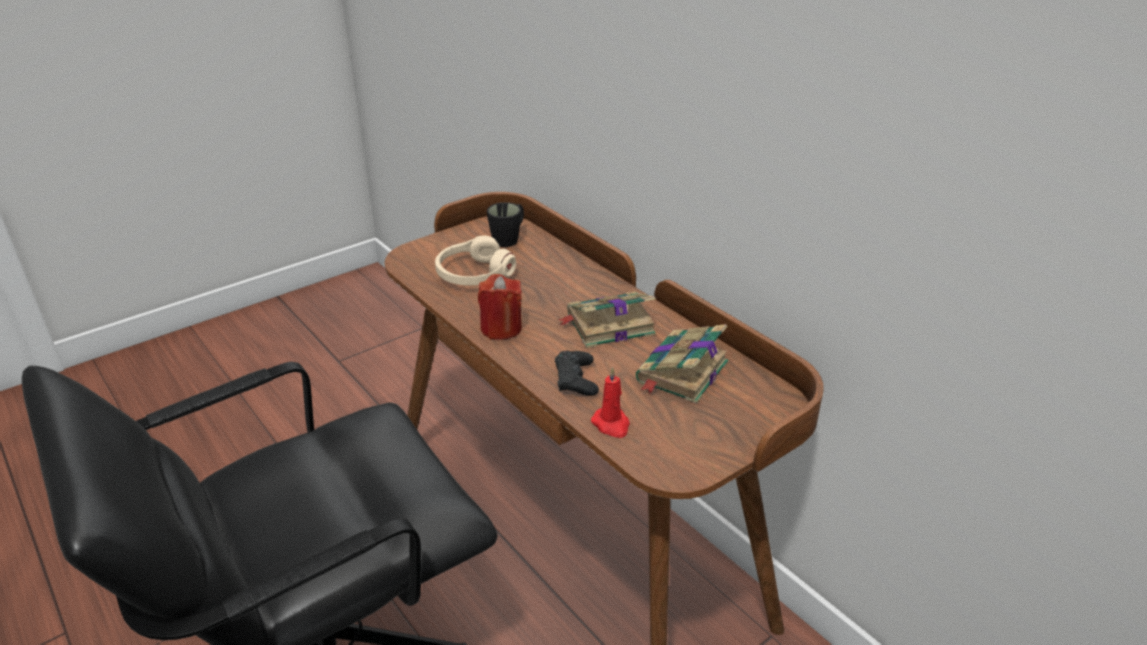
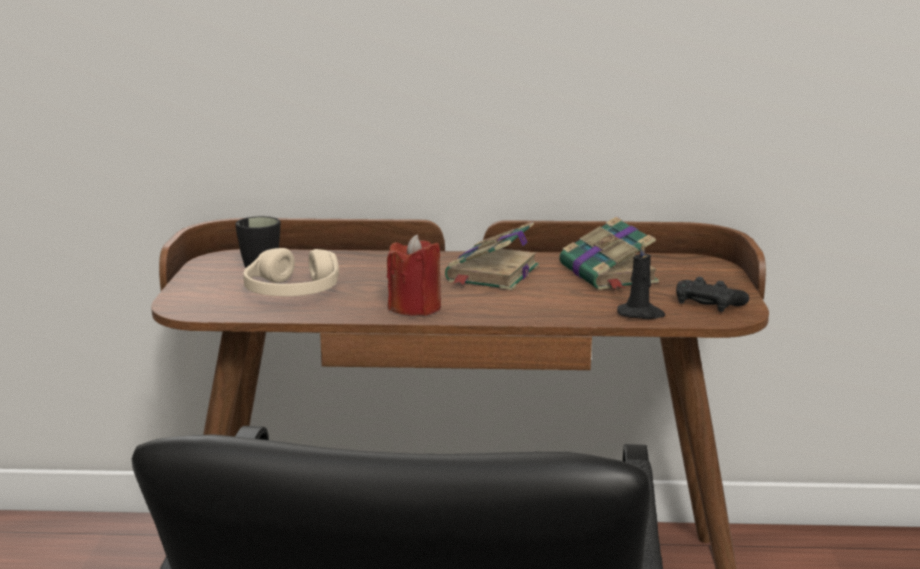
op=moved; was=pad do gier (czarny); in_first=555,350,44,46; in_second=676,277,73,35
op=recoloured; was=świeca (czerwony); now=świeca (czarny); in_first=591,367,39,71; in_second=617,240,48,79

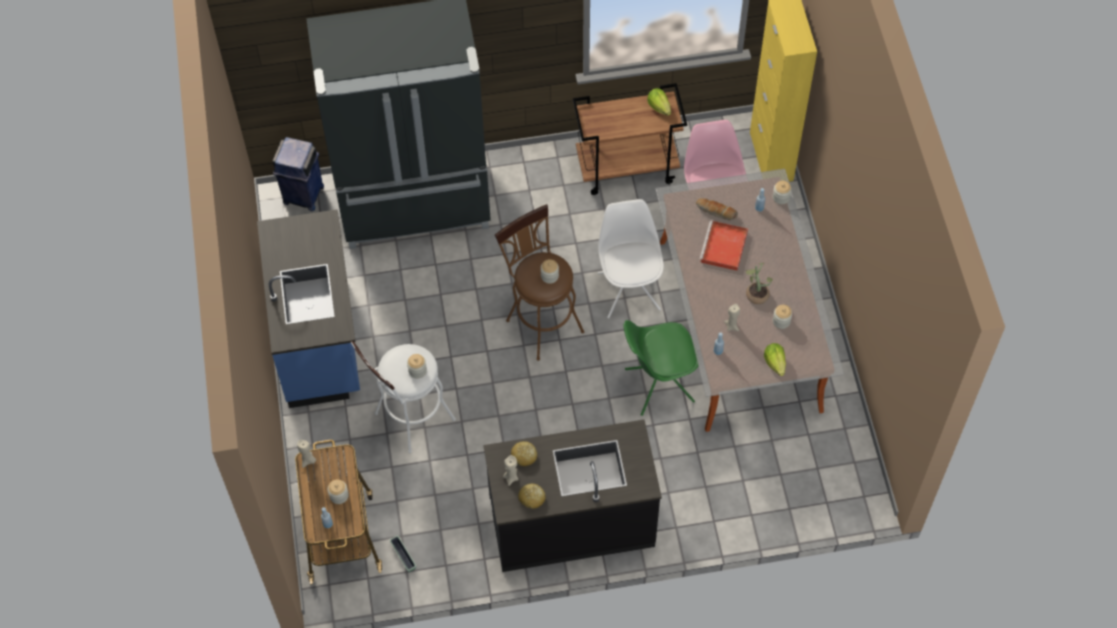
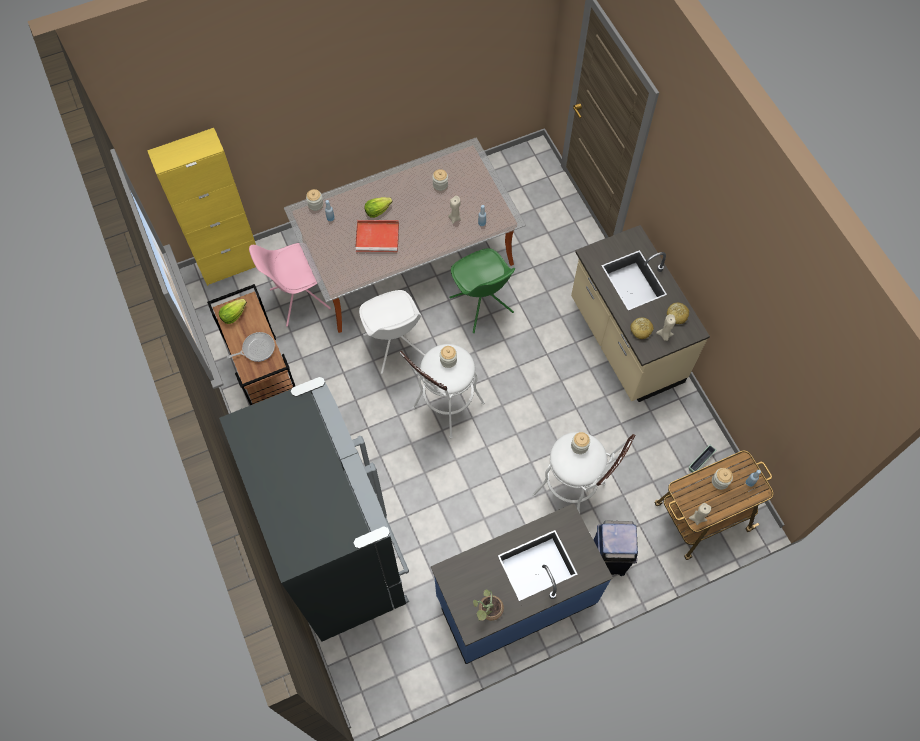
op=moved; was=kosz na śmieci (niebieski); in_first=272,137,52,74; in_second=594,521,44,55
op=recoloured; was=zabudowa kuchenna (czarny); now=zabudowa kuchenna (beżowy); in_first=483,420,179,152; in_second=571,225,139,177
op=recoloured; was=stołek (brązowy); now=stołek (biały); in_first=495,204,89,157; in_second=399,344,86,95
op=turned; was=krzesło (biały); in_first=598,199,66,119; in_second=359,290,66,84; clockwise=-90
op=removed; was=chleb; in_first=696,198,42,22
op=moved; was=roślina doniczkowa; in_first=746,263,27,41; in_second=473,590,31,31
op=moved; was=sałata; in_first=764,343,22,33; in_second=364,197,29,21
op=added; now=patelnia; in_second=227,332,48,30

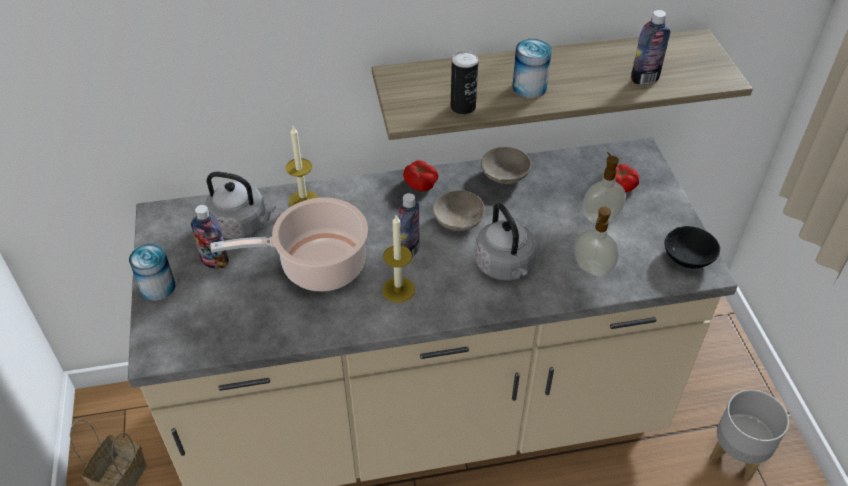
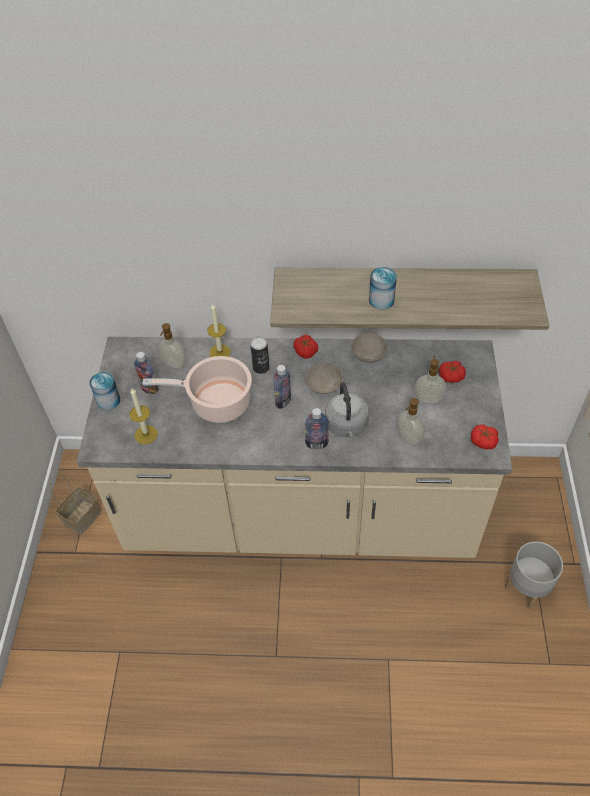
op=replaced; was=czajnik (szary); now=dozownik mydła; in_first=205,172,71,67; in_second=158,323,28,46
op=moved; was=świeca; in_first=382,215,33,88; in_second=129,388,29,56
op=moved; was=puszka; in_first=451,51,27,63; in_second=250,337,19,37
op=moved; was=butelka; in_first=631,10,40,75; in_second=305,408,24,42
op=replaced; was=miska (czarny); now=pomidor; in_first=665,226,55,42; in_second=471,424,28,25

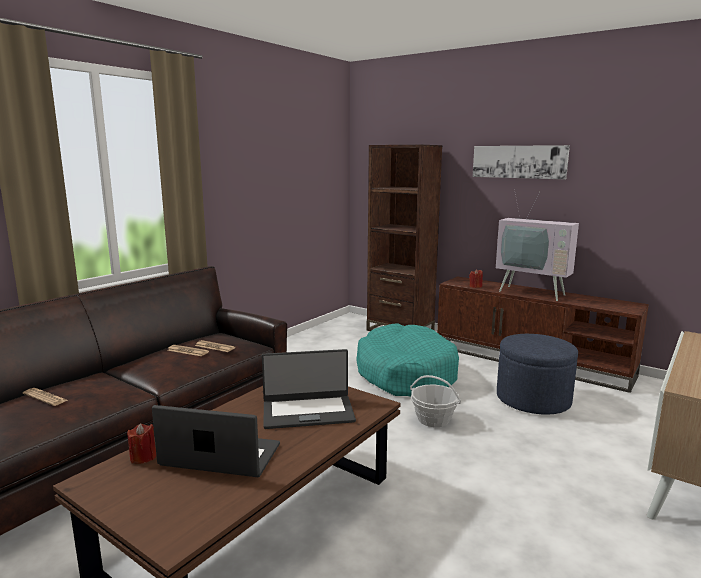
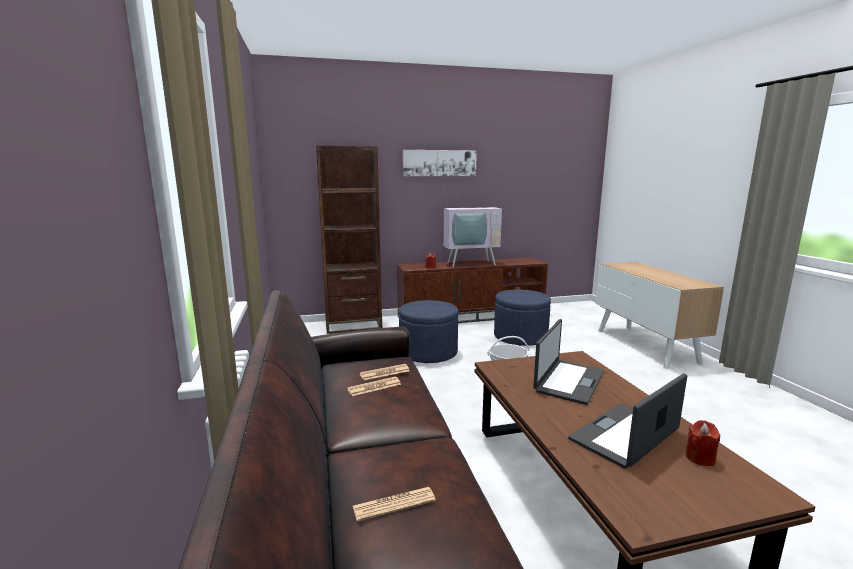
op=moved; was=świeca (czerwony); in_first=127,424,29,40; in_second=686,420,34,46
op=replaced; was=legowisko (turkusowy); now=pufa (niebieski); in_first=356,323,103,73; in_second=399,300,59,63

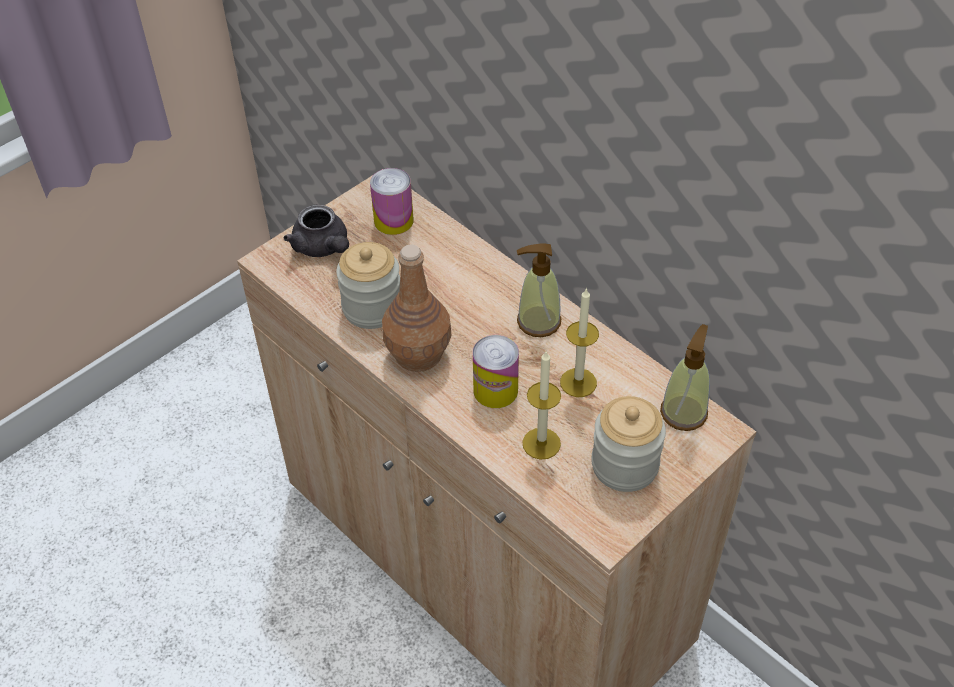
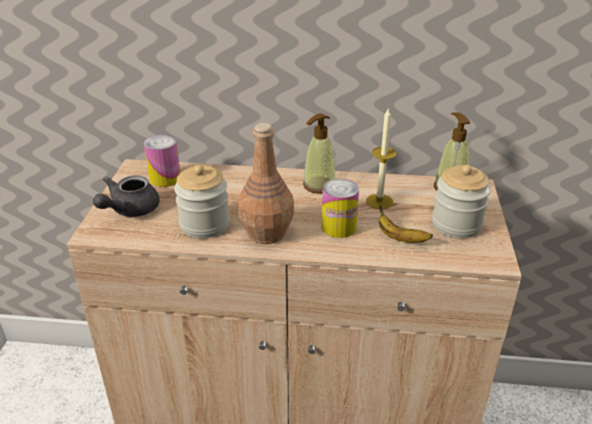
op=turned; was=imbryk (szary); in_first=284,205,65,52; in_second=93,175,67,42; clockwise=105
op=replaced; was=świeca; now=banan; in_first=522,351,39,108; in_second=378,205,55,38

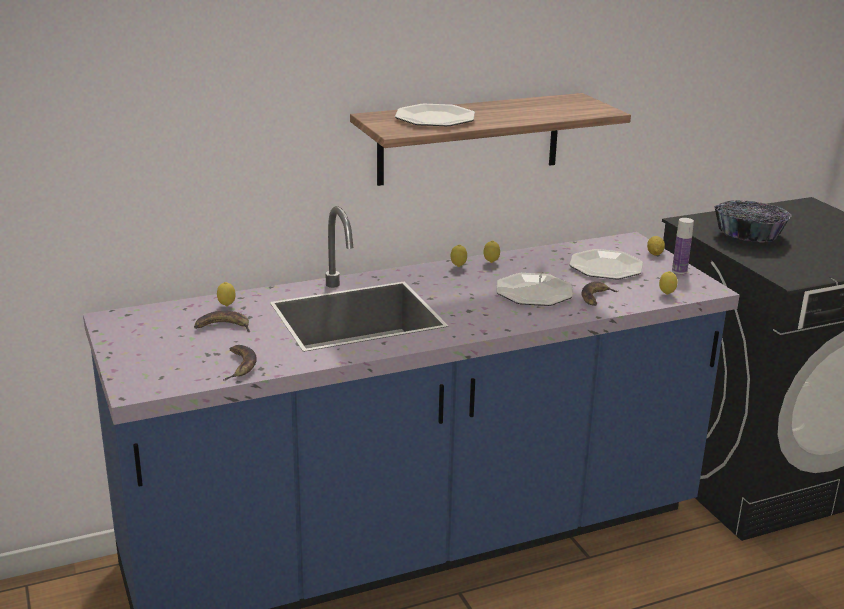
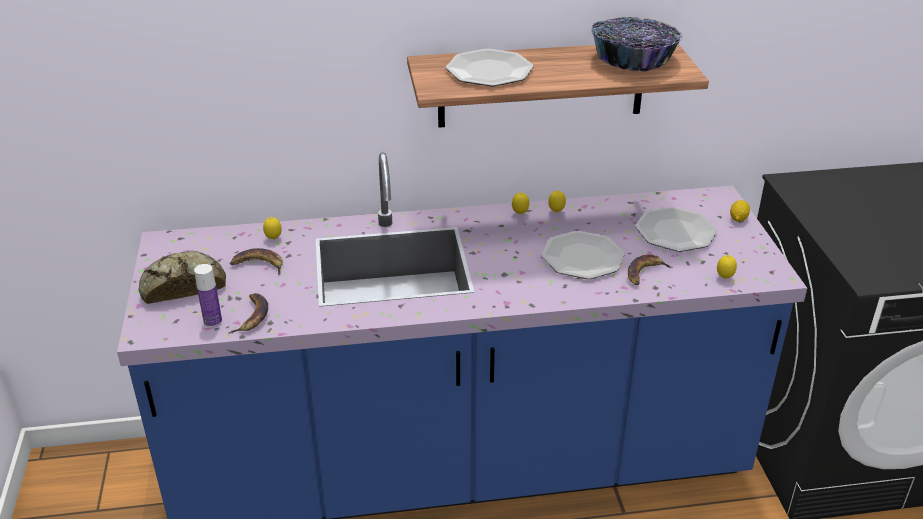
op=moved; was=butelka; in_first=672,218,22,56; in_second=194,264,28,64
op=moved; was=miska; in_first=714,200,78,43; in_second=591,17,91,55
op=added; now=chleb; in_second=139,250,87,54

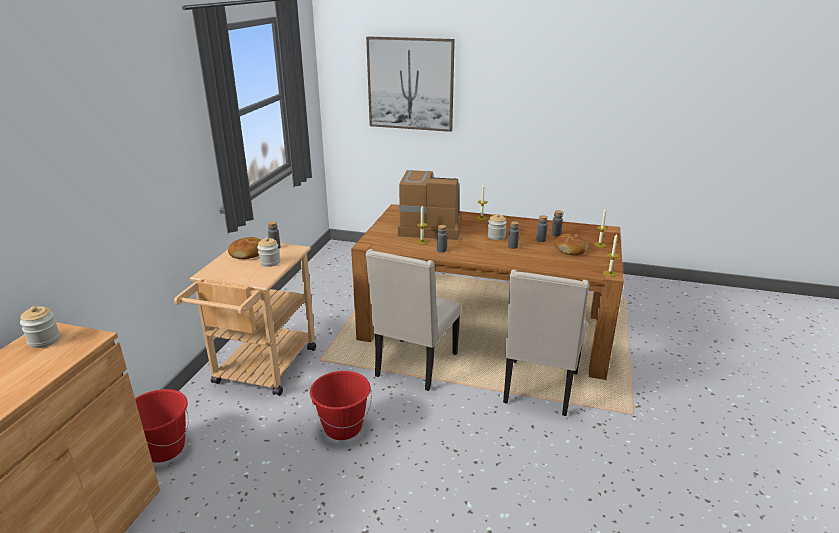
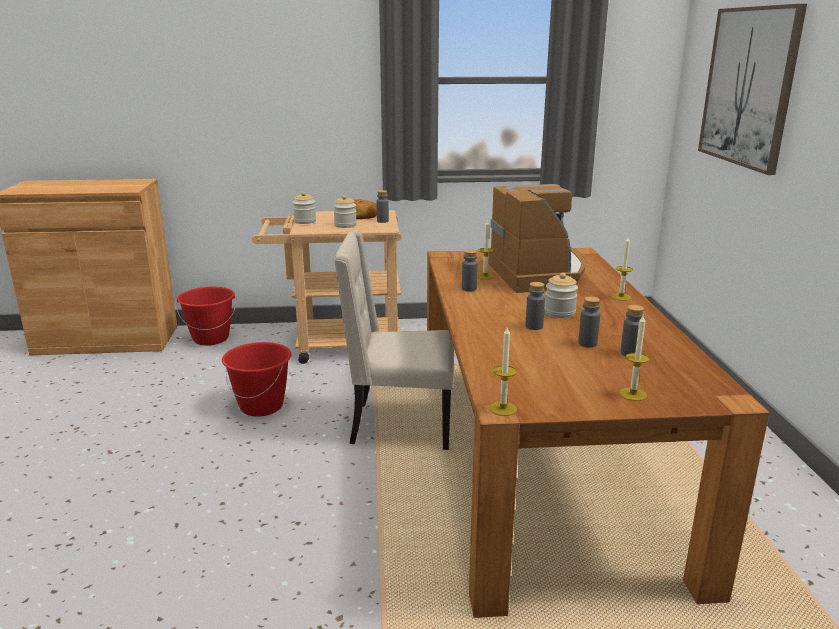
op=moved; was=słoik; in_first=20,306,40,42; in_second=293,192,23,32
op=removed; was=krzesło (beżowy); in_first=503,269,86,147
op=removed; was=chleb; in_first=554,233,34,22

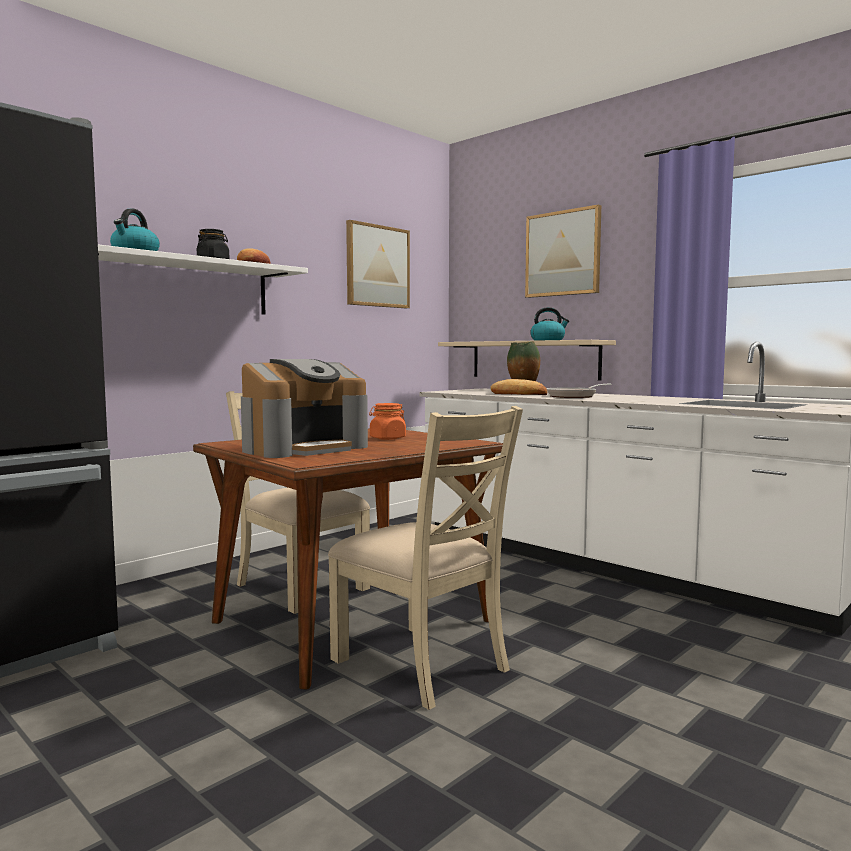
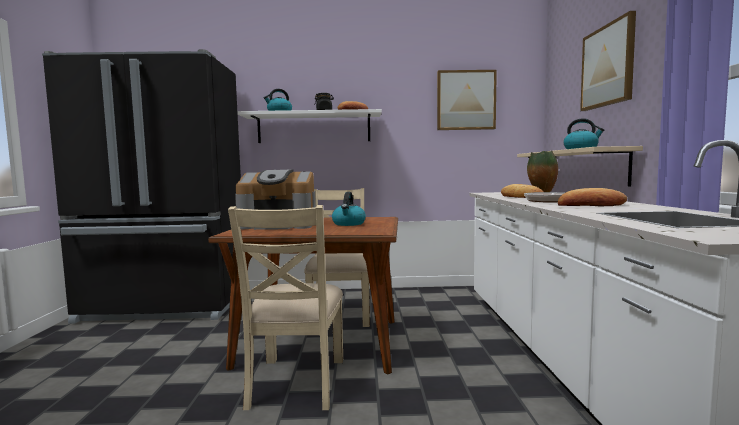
op=replaced; was=słoik (pomarańczowy); now=czajnik; in_first=369,403,37,37; in_second=332,192,34,34
op=added; now=chleb; in_second=558,188,69,18

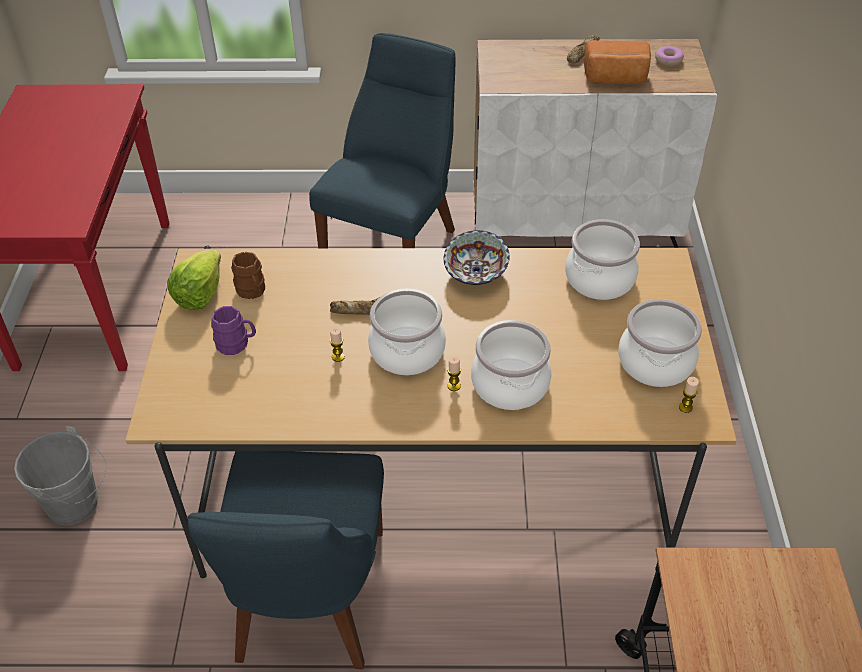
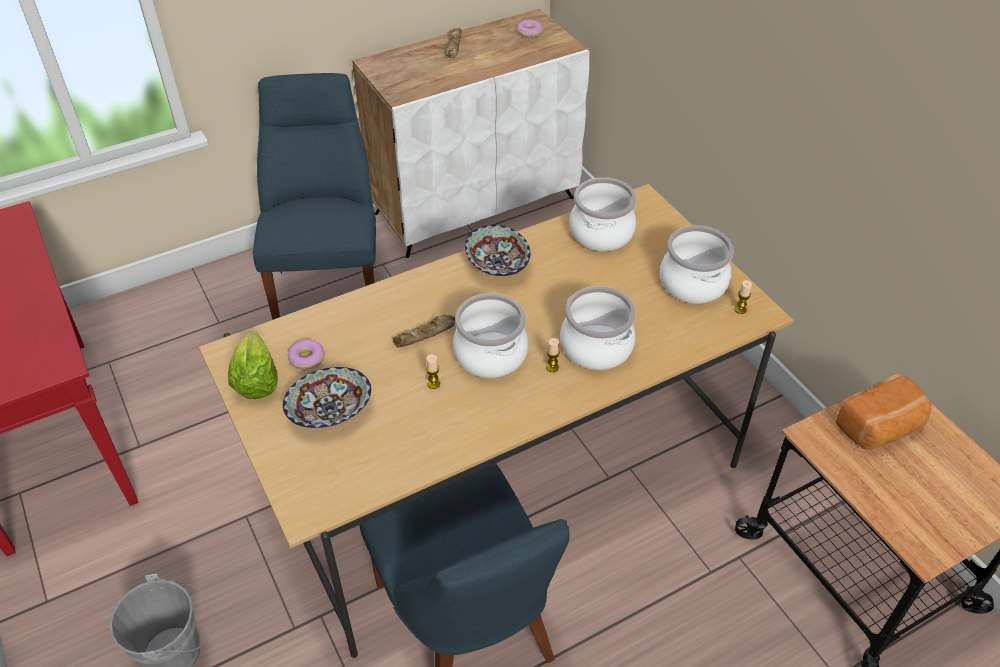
op=replaced; was=kubek (fioletowy); now=miska; in_first=211,306,45,49; in_second=283,367,88,61
op=replaced; was=kubek (brązowy); now=donut; in_first=231,252,34,47; in_second=288,339,37,31
op=moved; was=chleb; in_first=584,40,67,44; in_second=836,376,96,74

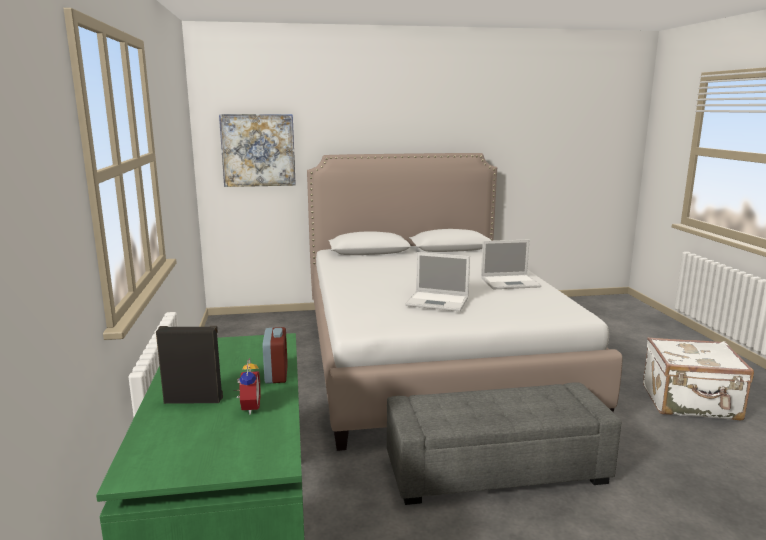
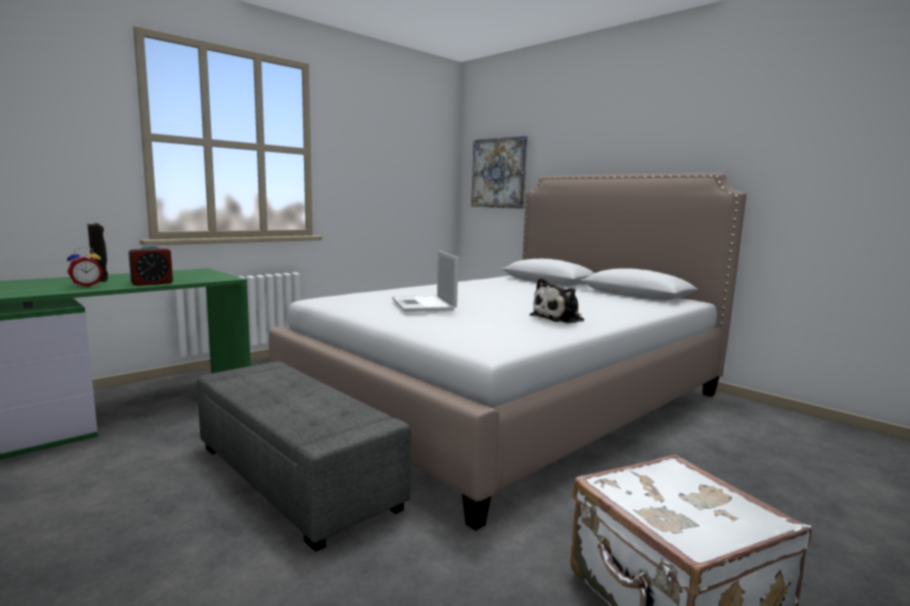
op=replaced; was=laptop; now=pluszak; in_first=481,239,60,50; in_second=529,278,55,45

